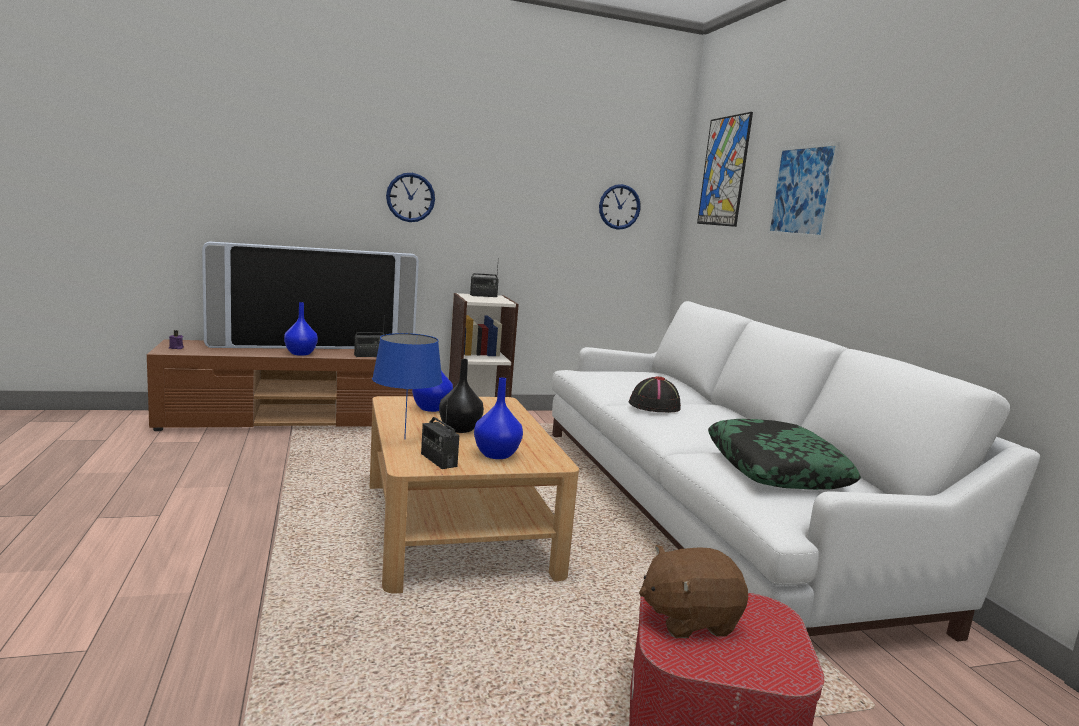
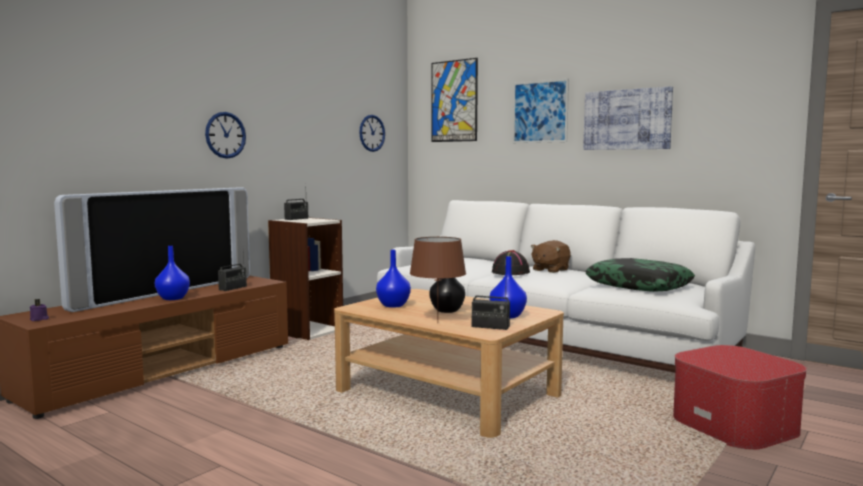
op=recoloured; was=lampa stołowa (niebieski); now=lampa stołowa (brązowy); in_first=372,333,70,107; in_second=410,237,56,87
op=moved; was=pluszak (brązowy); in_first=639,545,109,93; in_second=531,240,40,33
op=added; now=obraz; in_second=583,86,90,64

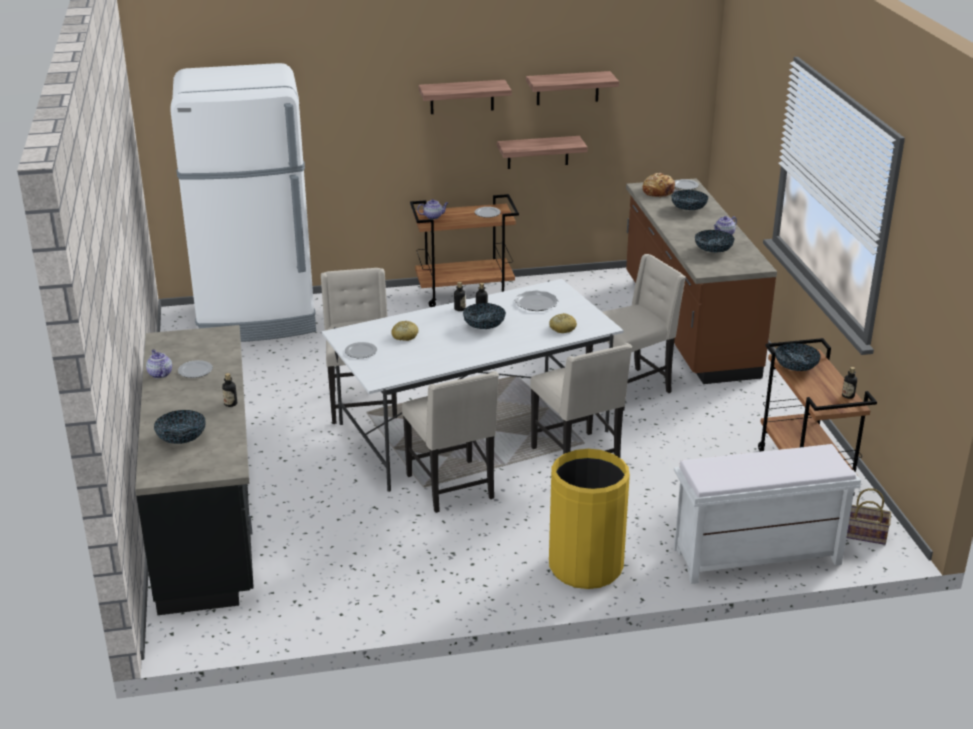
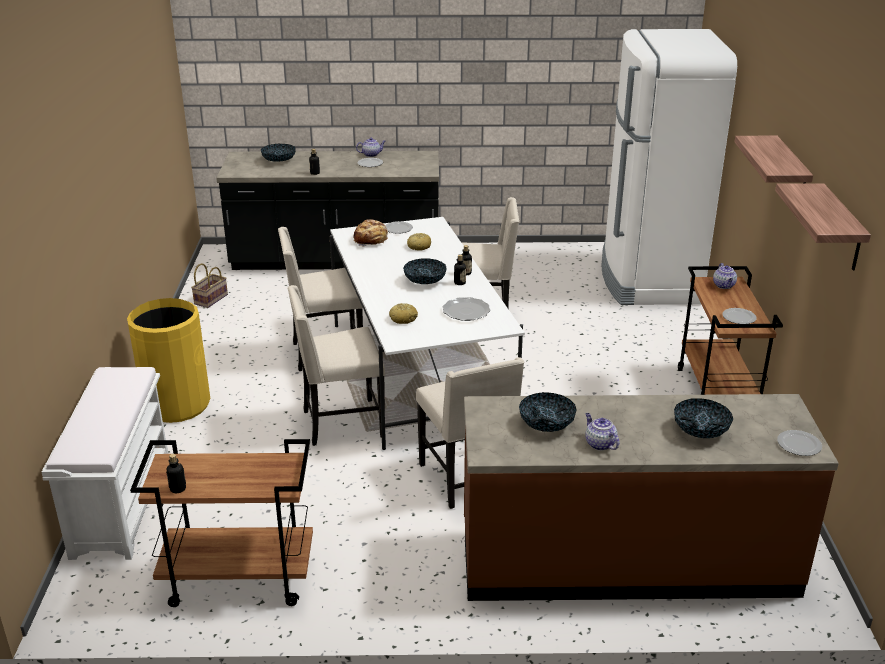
op=removed; was=półka; in_first=497,136,91,33
op=moved; was=chleb; in_first=643,173,35,25; in_second=353,219,35,27
op=removed; was=miska; in_first=775,343,46,28
op=moved; was=koszyk; in_first=846,488,45,57; in_second=191,263,37,45

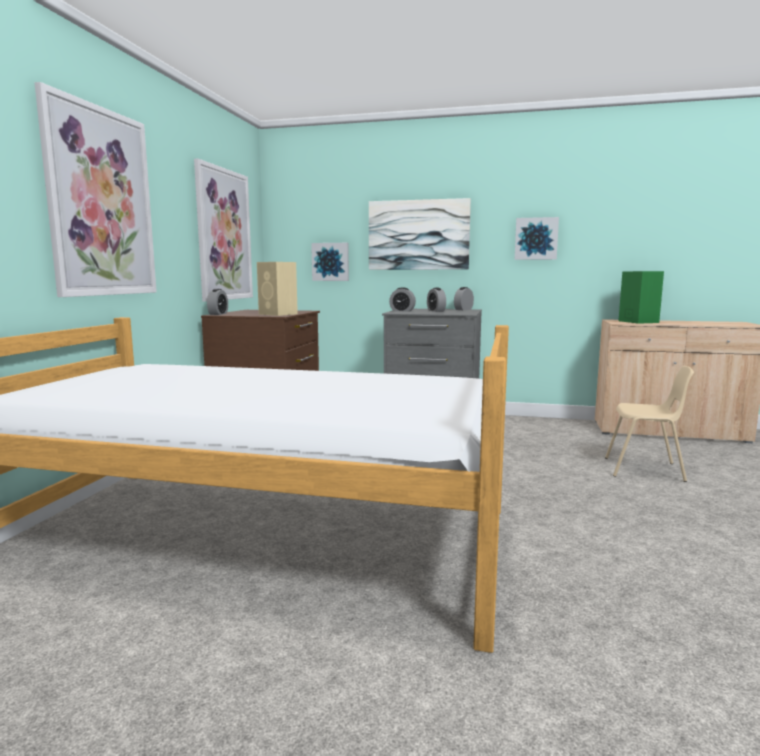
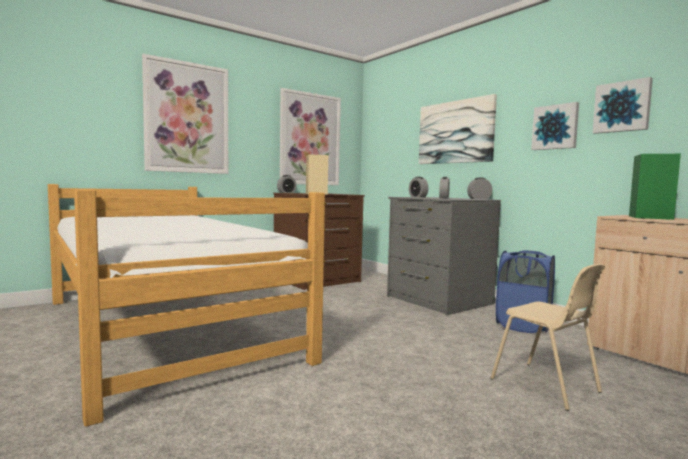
op=moved; was=obraz; in_first=311,243,38,38; in_second=593,77,60,57
op=added; now=kosz na pranie (niebieski); in_second=496,250,59,83

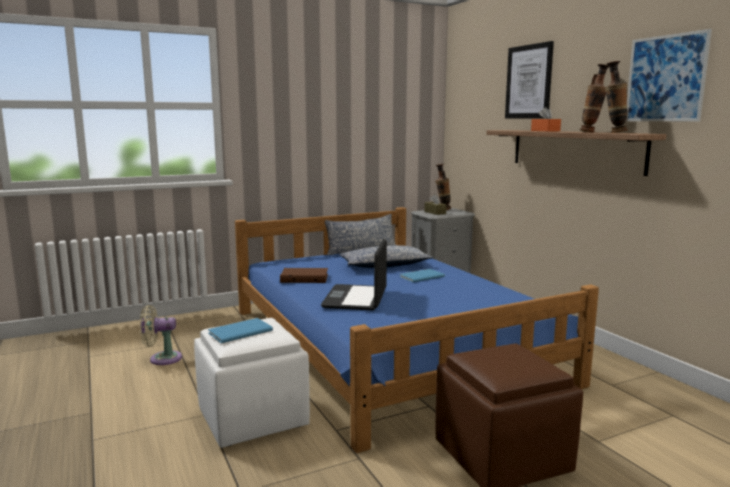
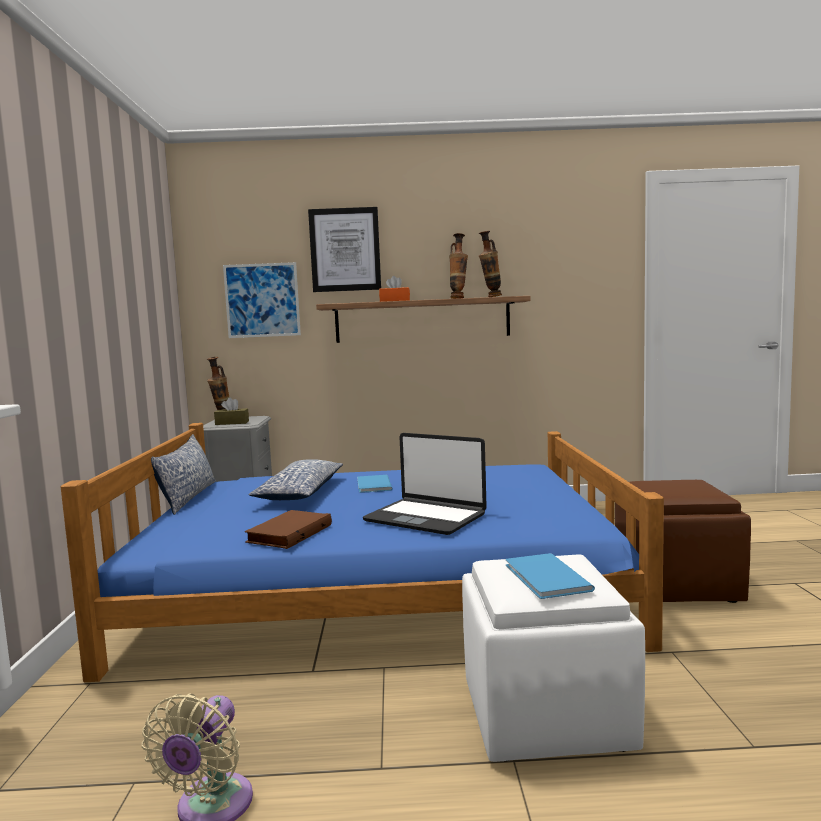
op=moved; was=obraz; in_first=626,29,86,92; in_second=223,262,78,76

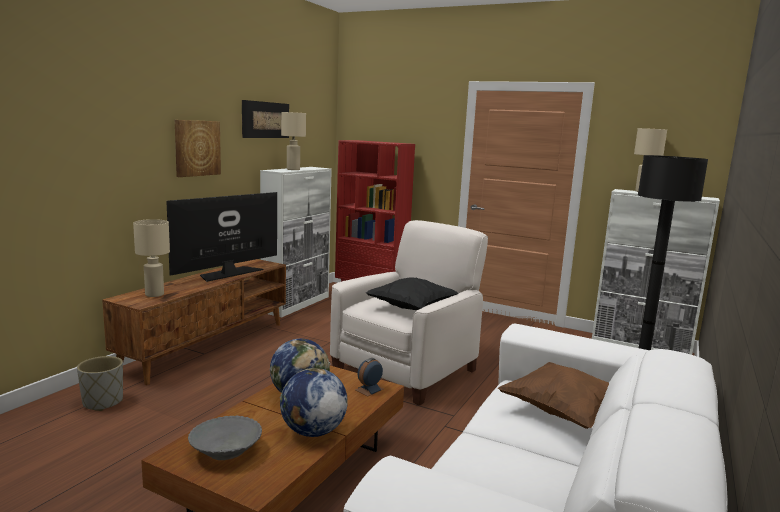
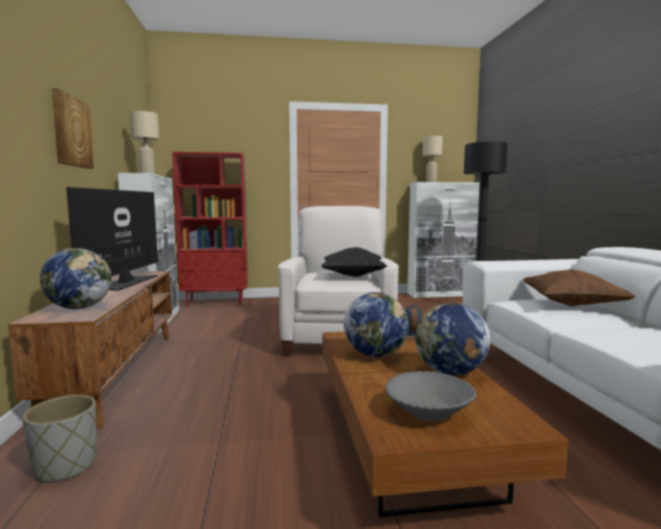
op=replaced; was=lampa stołowa (beżowy); now=globus; in_first=133,219,37,78; in_second=40,248,72,61
op=removed; was=obraz; in_first=242,100,47,38

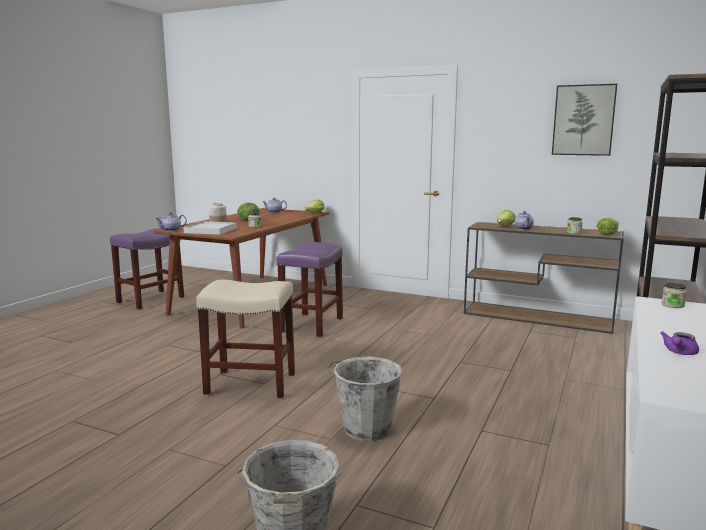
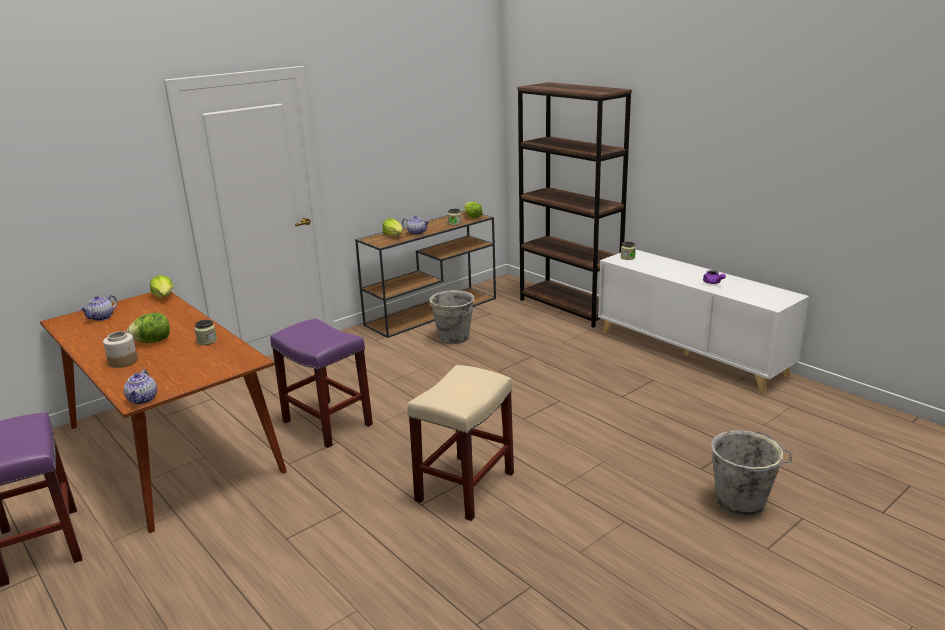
op=removed; was=taca (biały); in_first=183,221,54,14
op=moved; was=wiadro (szary); in_first=326,355,77,86; in_second=428,290,46,54
op=removed; was=obraz; in_first=552,84,65,72

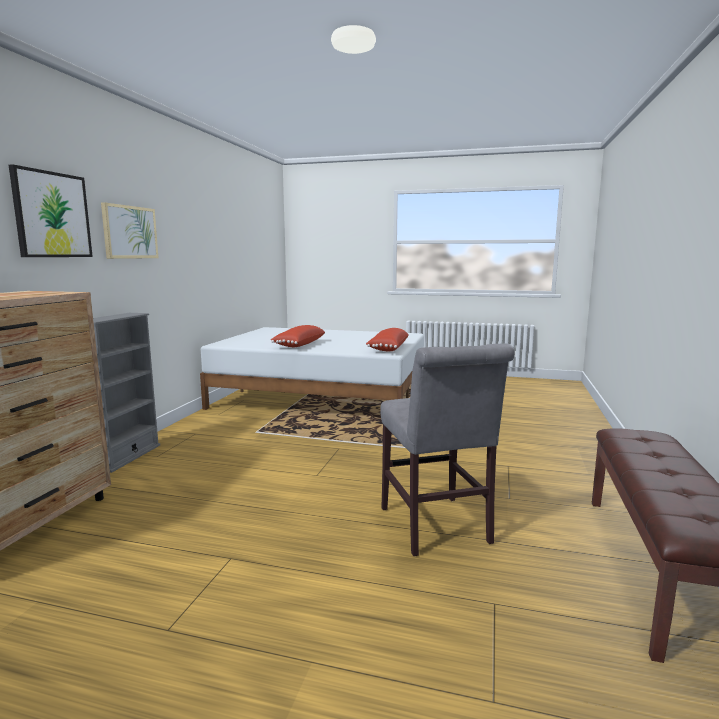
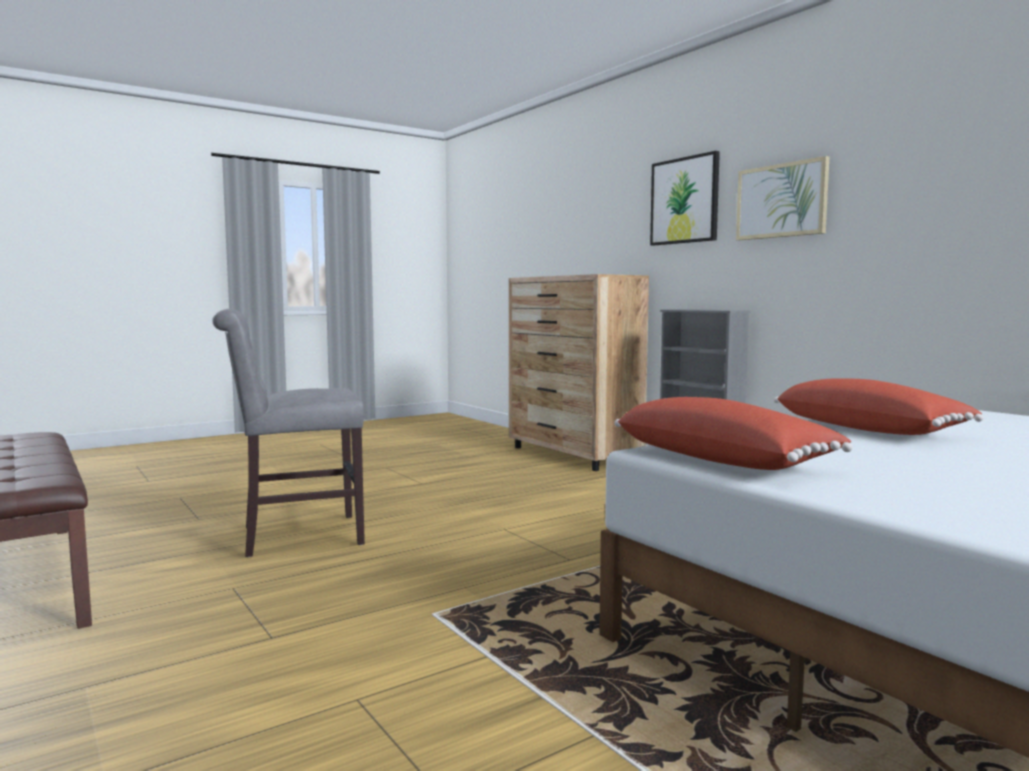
op=turned; was=krzesło (szary); in_first=380,344,135,212; in_second=212,309,153,248; clockwise=-45

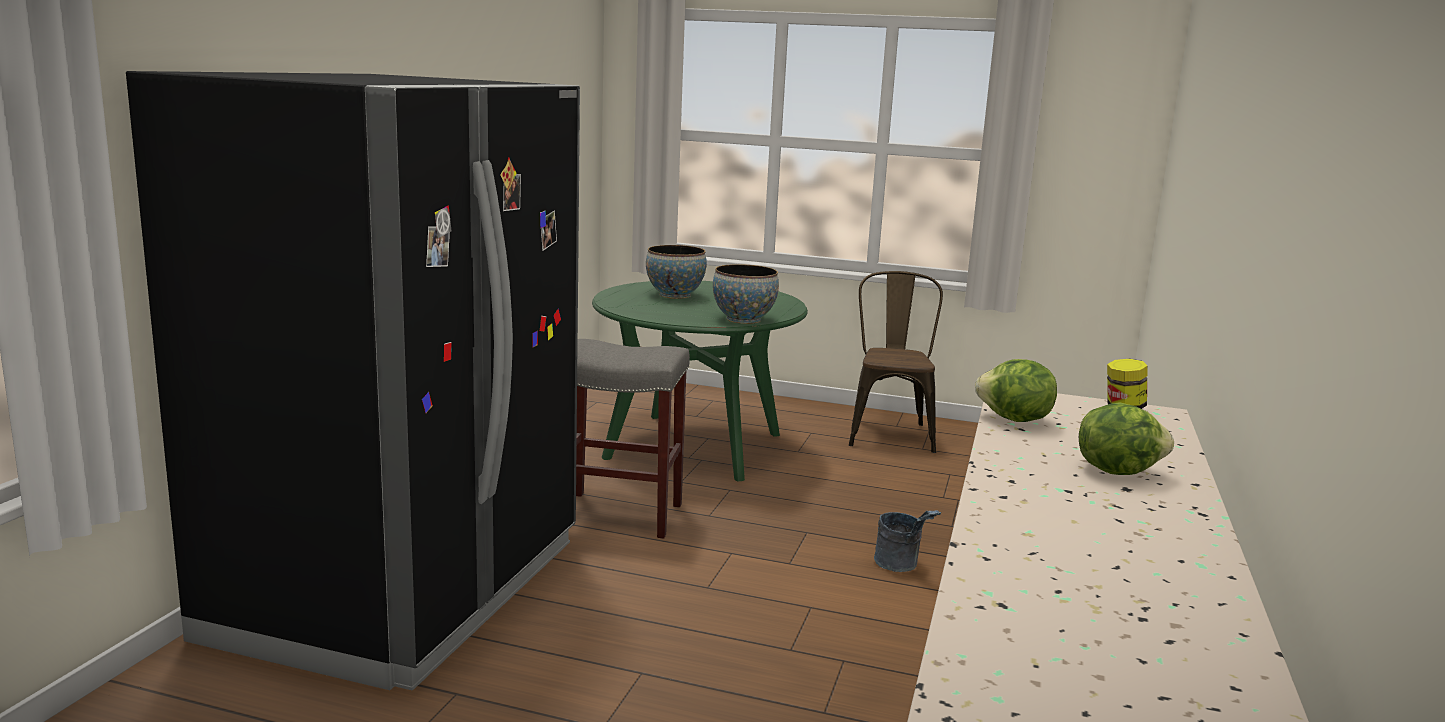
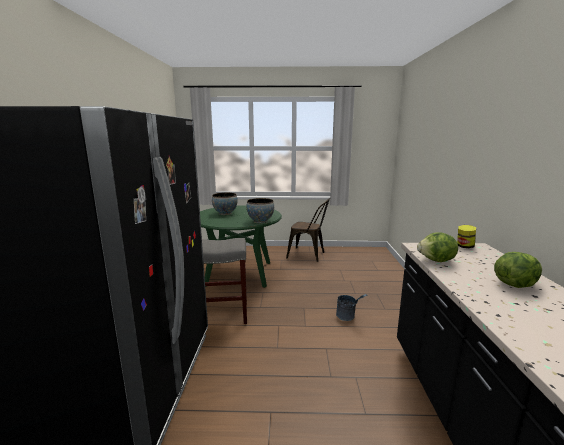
op=turned; was=krzesło (brązowy); in_first=849,271,94,182; in_second=286,198,44,64; clockwise=120

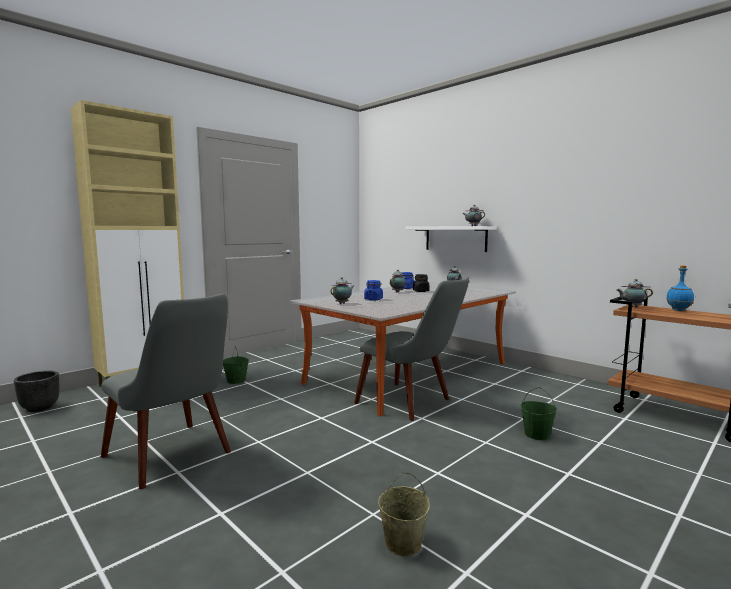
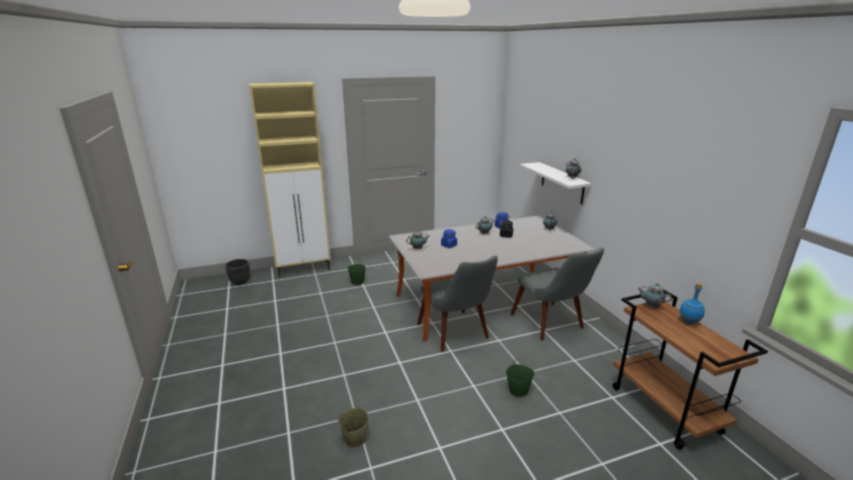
op=moved; was=krzesło (szary); in_first=101,294,130,195; in_second=511,247,93,93

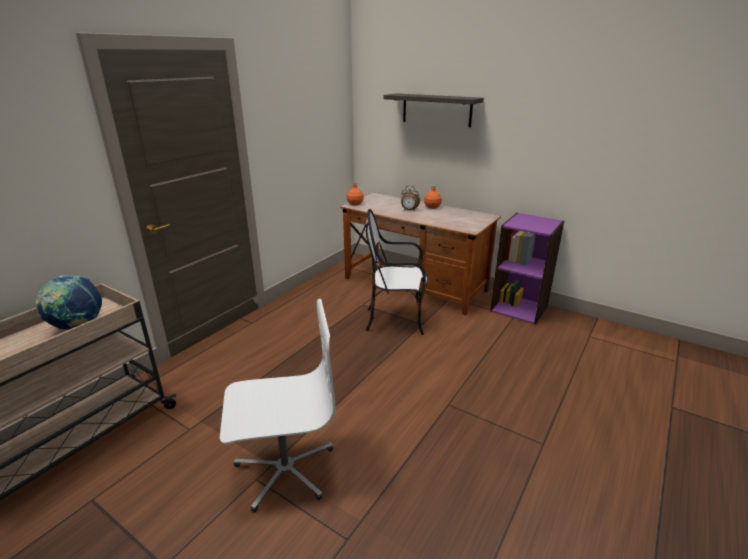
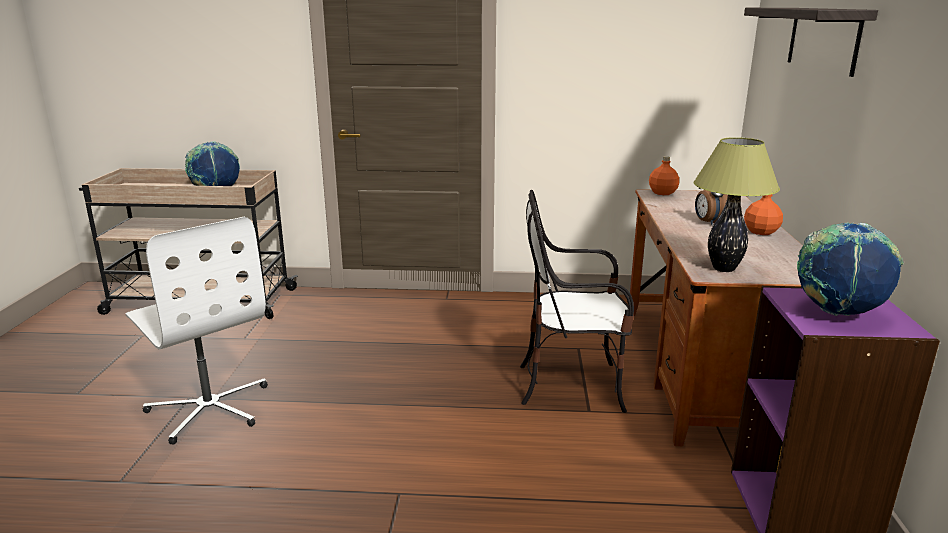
op=turned; was=krzesło; in_first=365,209,63,126; in_second=520,190,114,223; clockwise=-60
op=added; now=lampa stołowa; in_second=694,137,86,135
op=added; now=globus; in_second=797,222,107,94

